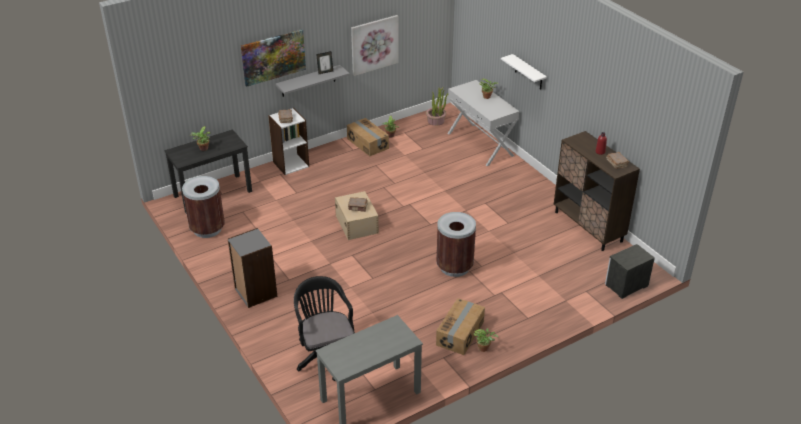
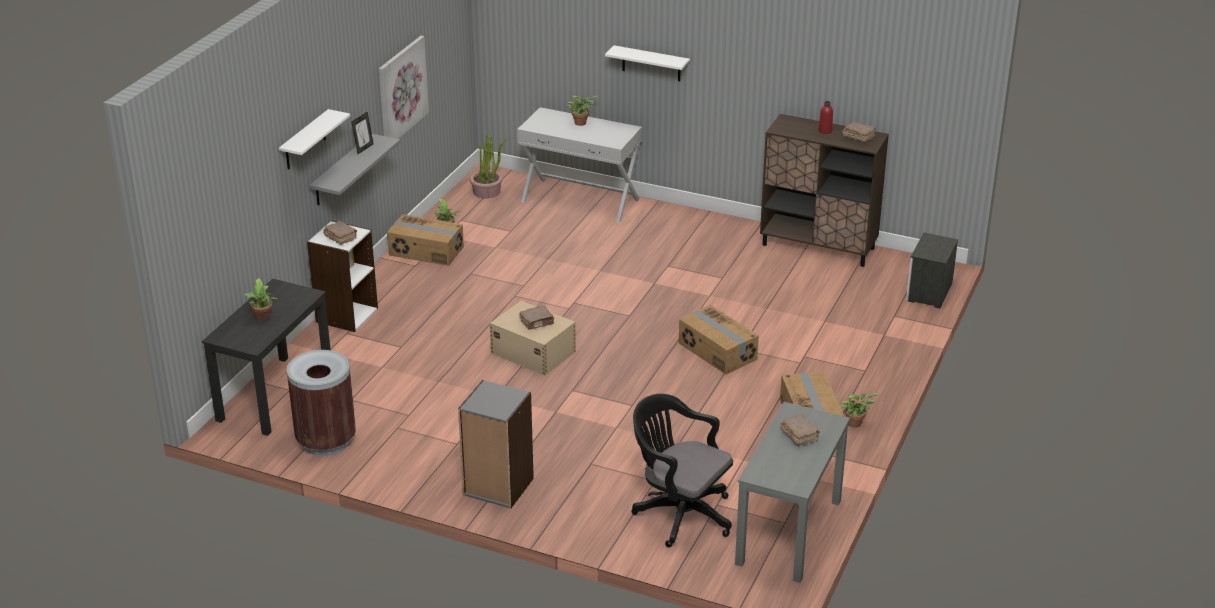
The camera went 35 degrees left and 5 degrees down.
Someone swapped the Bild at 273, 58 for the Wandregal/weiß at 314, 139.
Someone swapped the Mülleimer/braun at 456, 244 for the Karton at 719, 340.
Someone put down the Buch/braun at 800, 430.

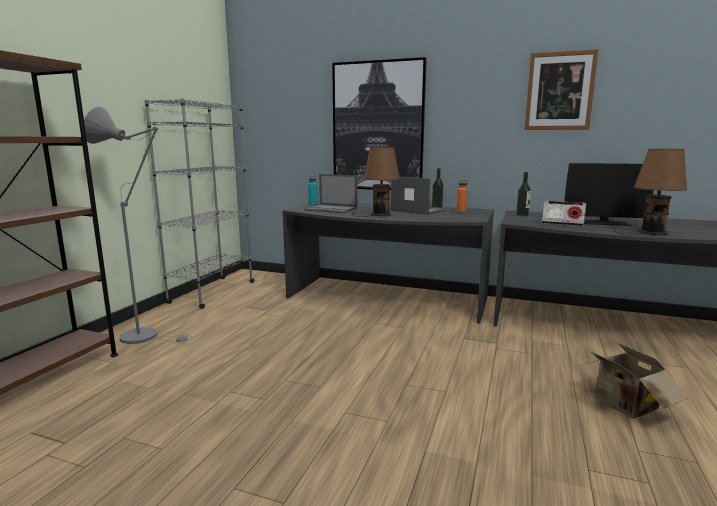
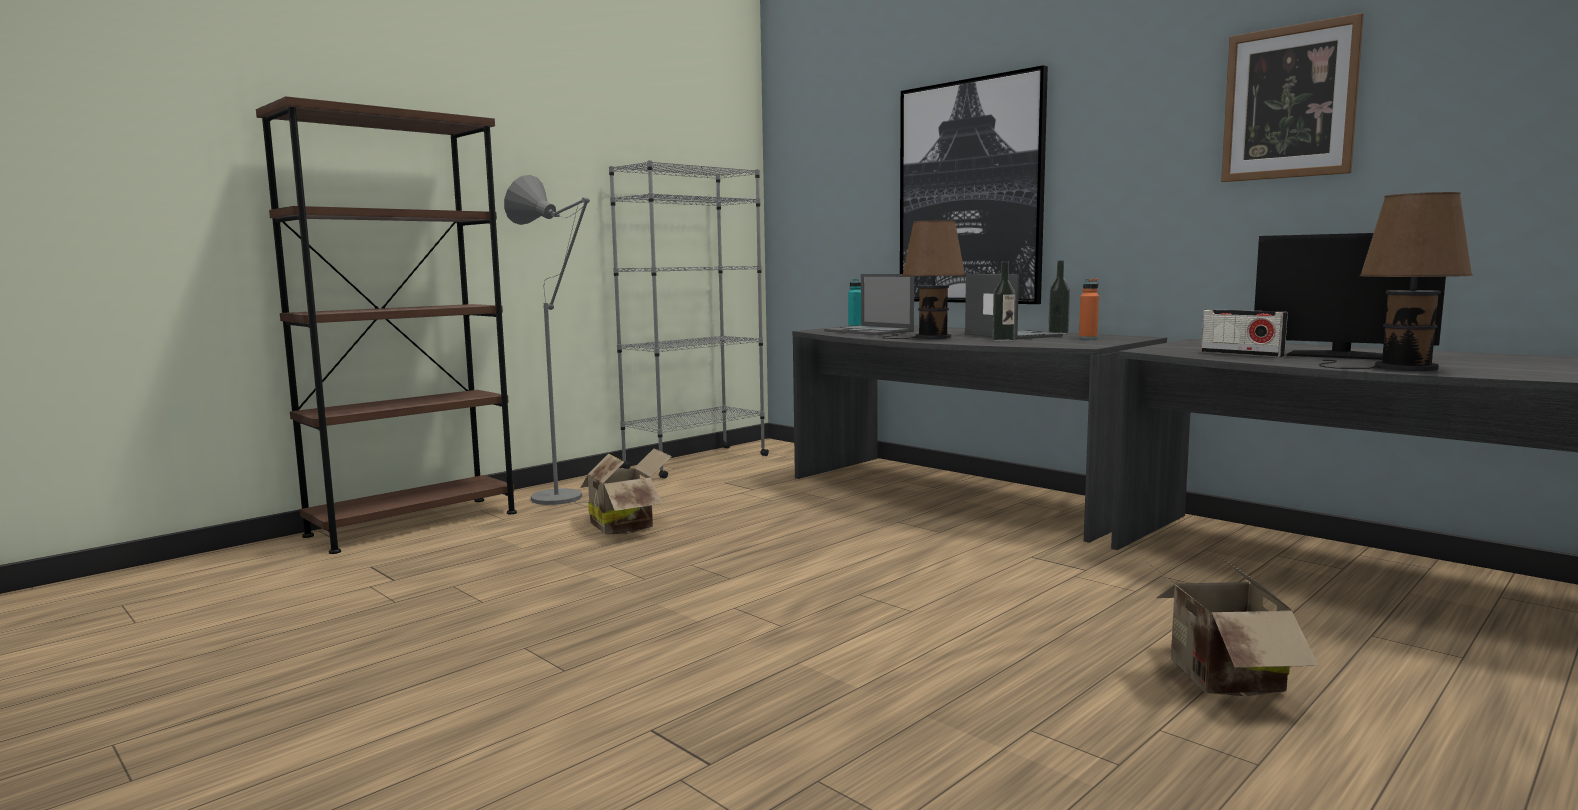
The camera went 25 degrees right and 5 degrees down.
Someone put down the Karton at 626, 491.
Someone carried the Flasche from 523, 195 to 1003, 301.

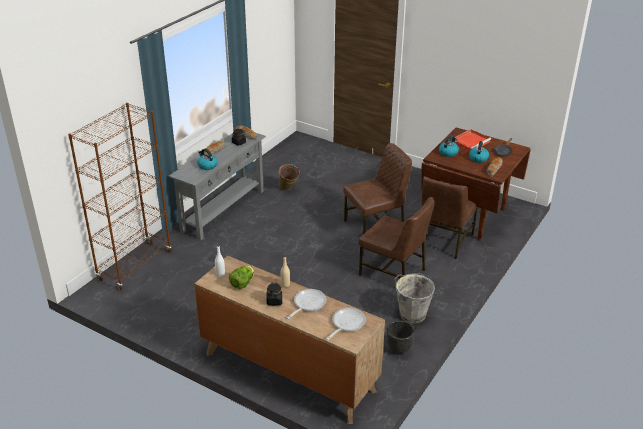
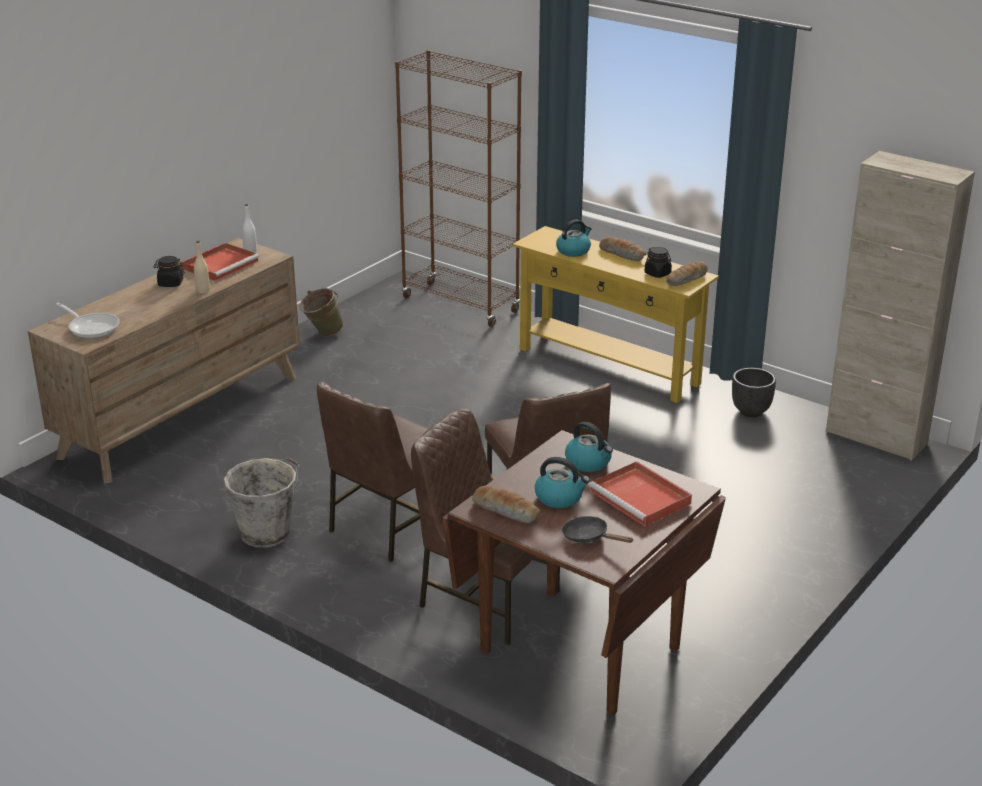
The camera went 95 degrees right and 5 degrees down.
Someone swapped the Salatkopf at 241, 277 for the Tablett/rot at 220, 262.
Someone carried the Eimer/grün from 289, 177 to 322, 312.
Someone repainted the Konsolentisch/grau at 217, 187, which became the Konsolentisch/gelb at 615, 314.
Someone carried the Pflanzkübel/schwarz from 400, 337 to 754, 392.
Someone put down the Schrank/beige at 900, 306.
Someone took away the Pfanne at 307, 304.

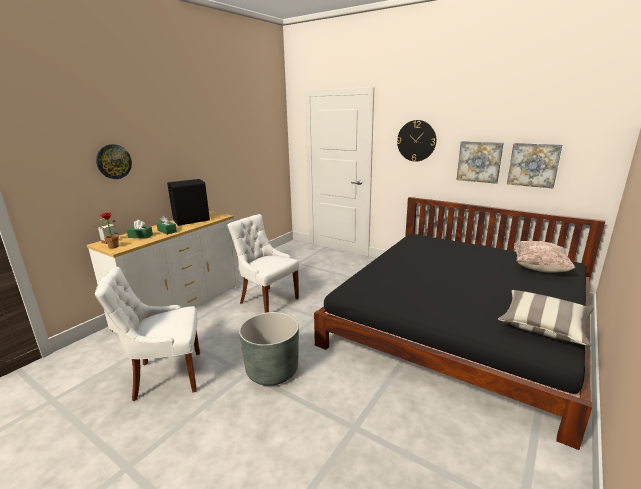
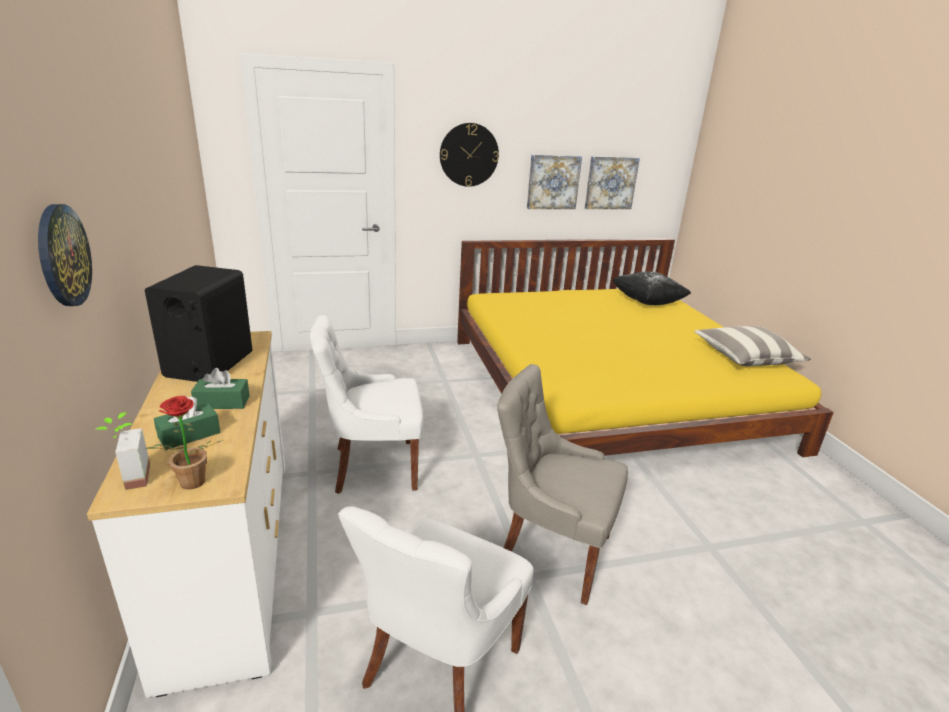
The camera went 50 degrees left and 5 degrees up.
Someone repainted the Bett/schwarz at 459, 323, which became the Bett/gelb at 645, 347.
Someone swapped the Pflanzkübel/grau at 269, 349 for the Stuhl/grau at 562, 484.
Someone repainted the Kissen/beige at 544, 257, which became the Kissen/schwarz at 651, 288.

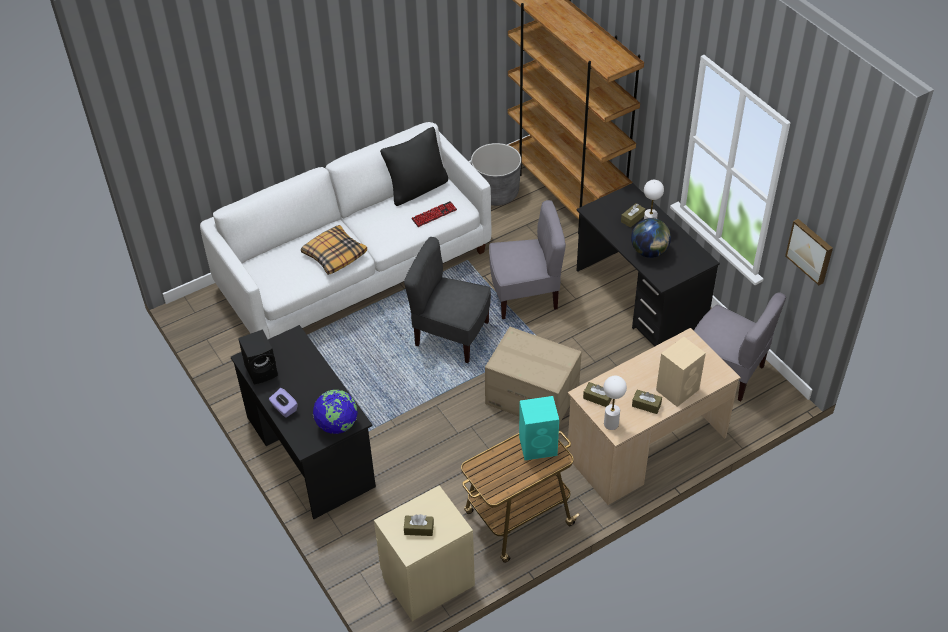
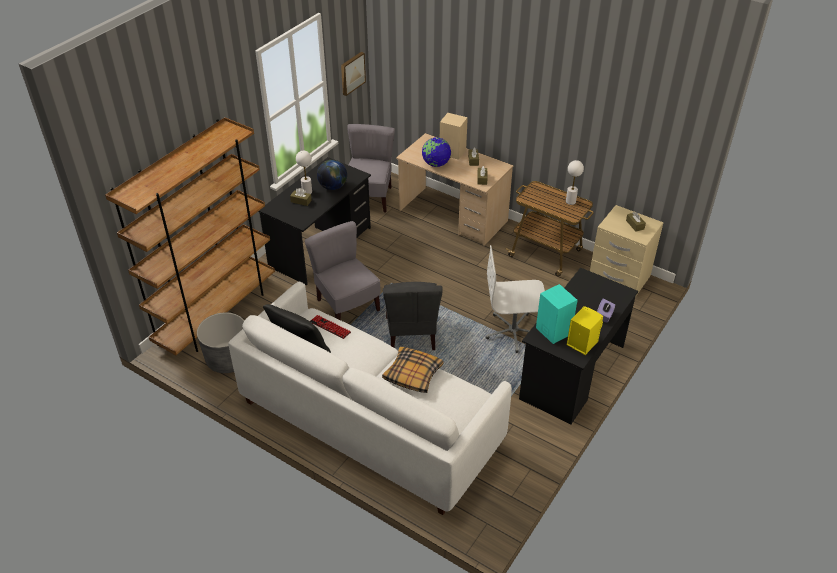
The camera went 115 degrees left and 5 degrees down.
Someone carried the Globus from 335, 412 to 436, 152.
Someone put down the Bürostuhl/weiß at 515, 299.
Someone carried the Lautsprecher/türkis from 539, 428 to 557, 314.
Someone carried the Tischlampe/weiß from 615, 403 to 575, 182.
Someone repainted the Lautsprecher/schwarz at 258, 357, which became the Lautsprecher/gelb at 585, 330.
Someone took away the Karton at 533, 375.

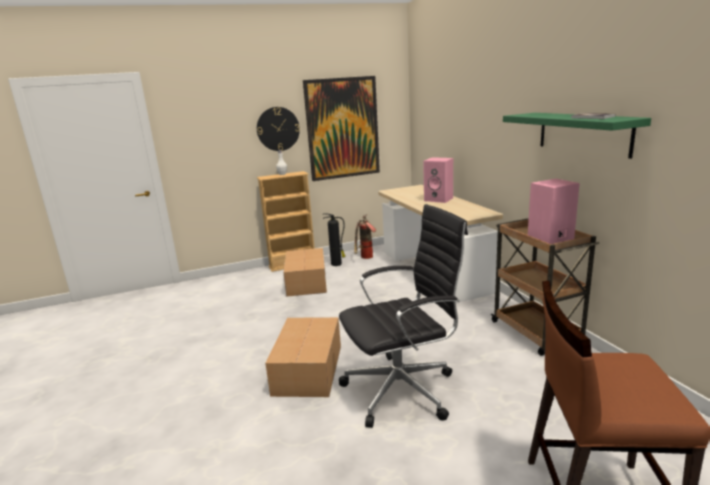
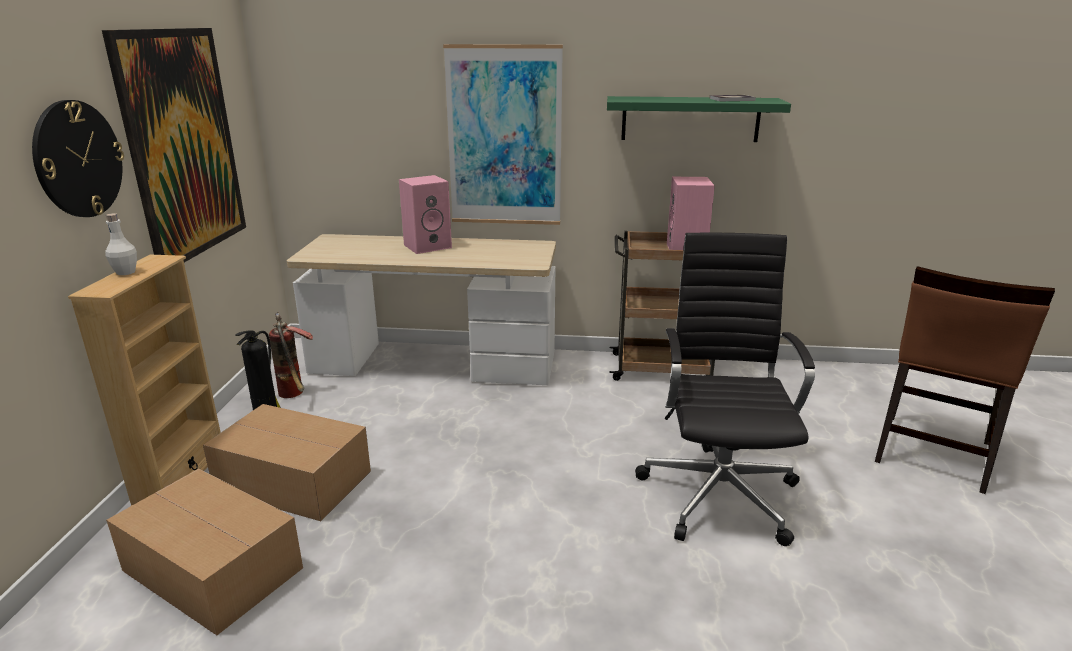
The camera went 65 degrees left and 5 degrees up.
Someone carried the Karton from 303, 357 to 204, 552.
Someone put up the Bild at 503, 134.

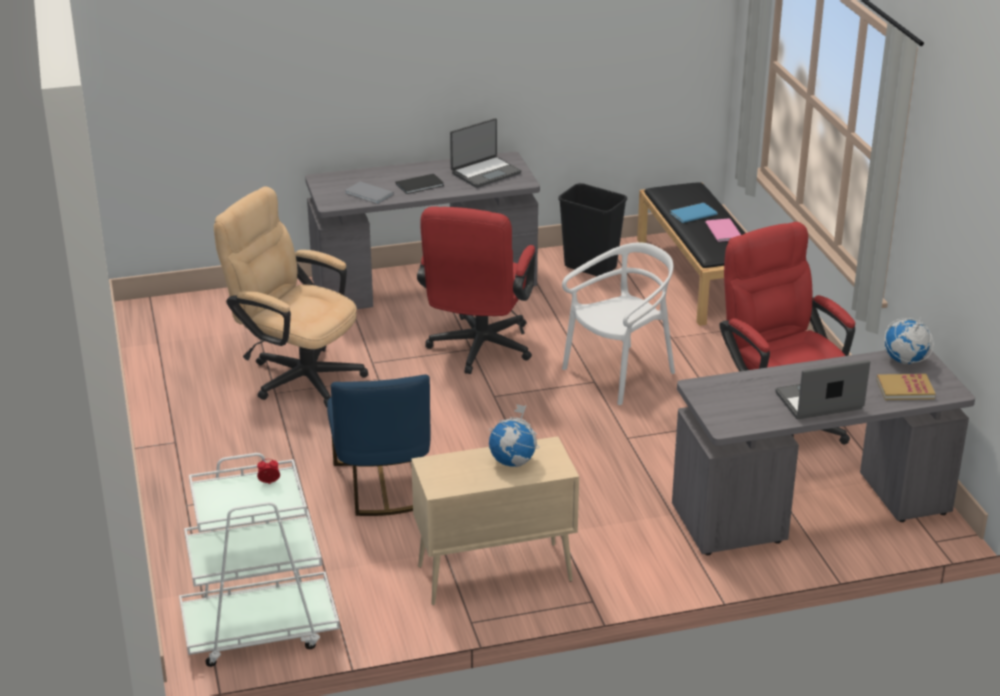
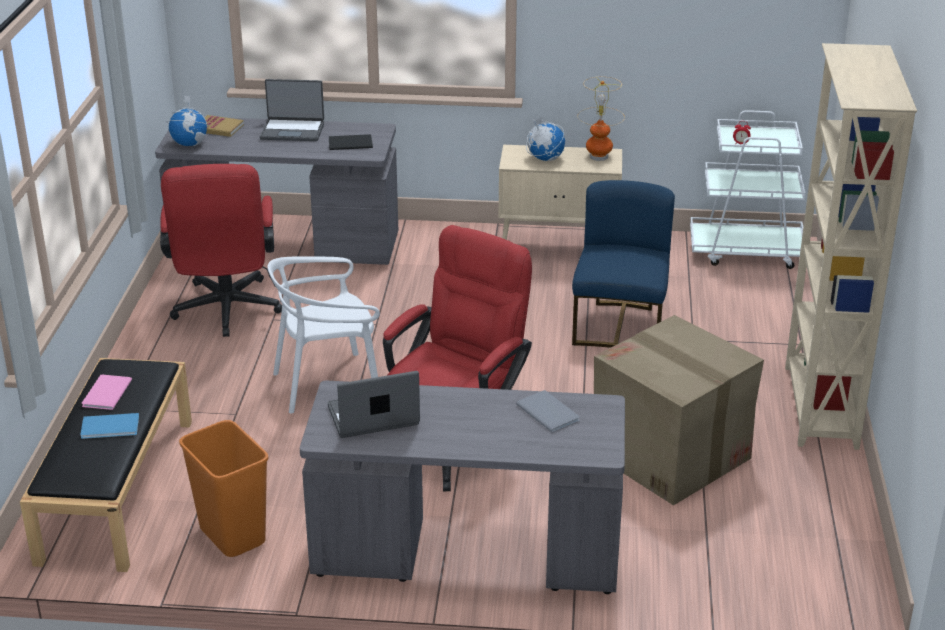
The camera went 160 degrees left and 0 degrees up.
Someone repainted the Mülleimer/schwarz at 592, 229, which became the Mülleimer/orange at 224, 488.
Someone carried the Buch/schwarz from 419, 184 to 351, 142.
Someone put down the Tischlampe at 601, 118.
Someone swapped the Bürostuhl/beige at 291, 297 for the Karton at 679, 410.
Someone put down the Bücherregal/beige at 851, 246.

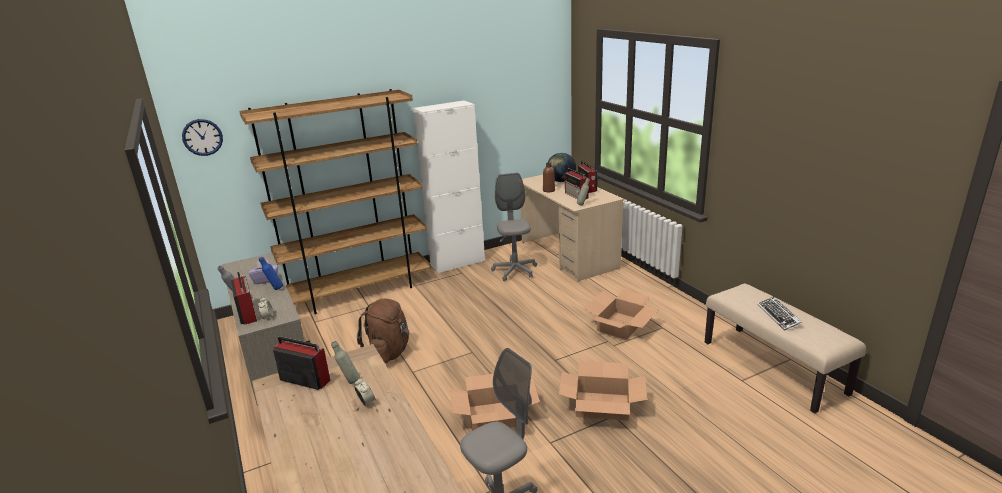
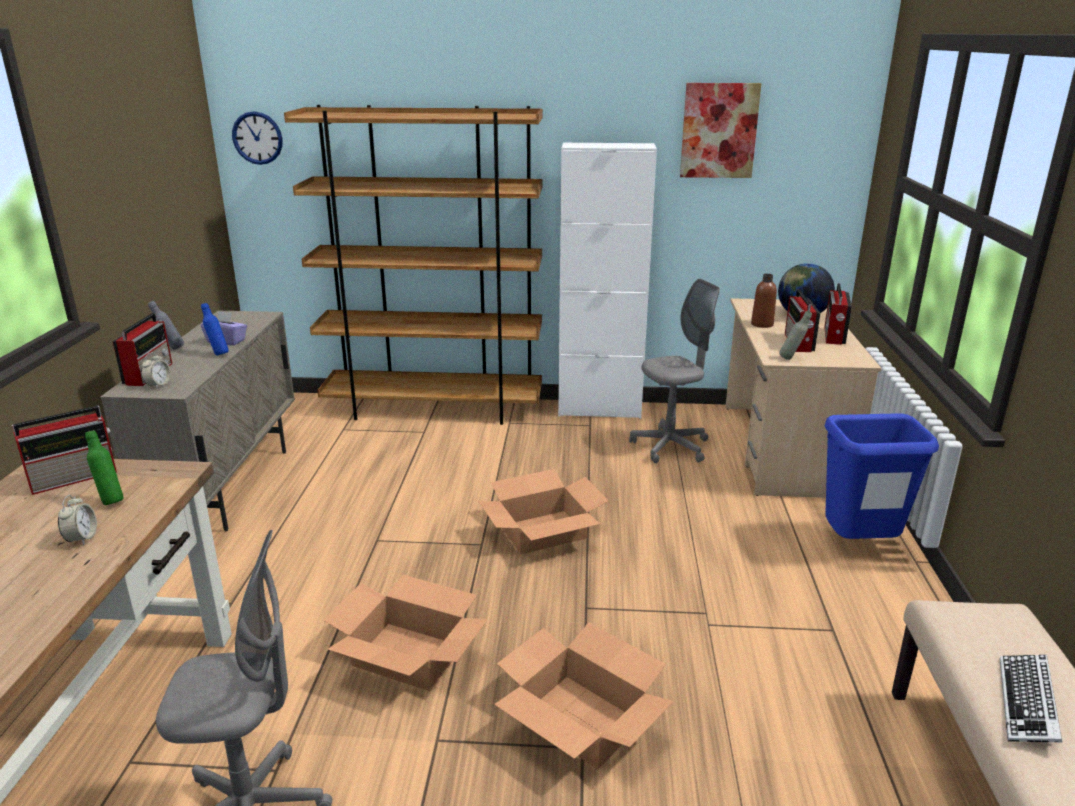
The camera went 30 degrees right and 0 degrees up.
Someone rotated the Radio at 301, 363 by 90 degrees clockwise.
Someone repainted the Flasche/grau at 345, 362, which became the Flasche/grün at 104, 467.
Someone carried the Karton from 622, 314 to 543, 511.
Someone rotated the Bürostuhl/grau at 514, 227 by 45 degrees clockwise.
Someone put up the Bild at 720, 130.
Someone put down the Mülleimer/blau at 882, 476.
Someone took away the Rucksack/braun at 383, 331.

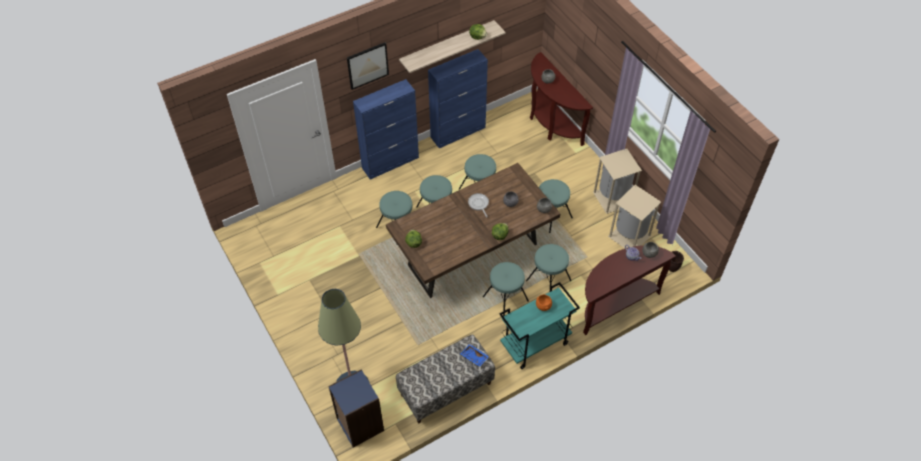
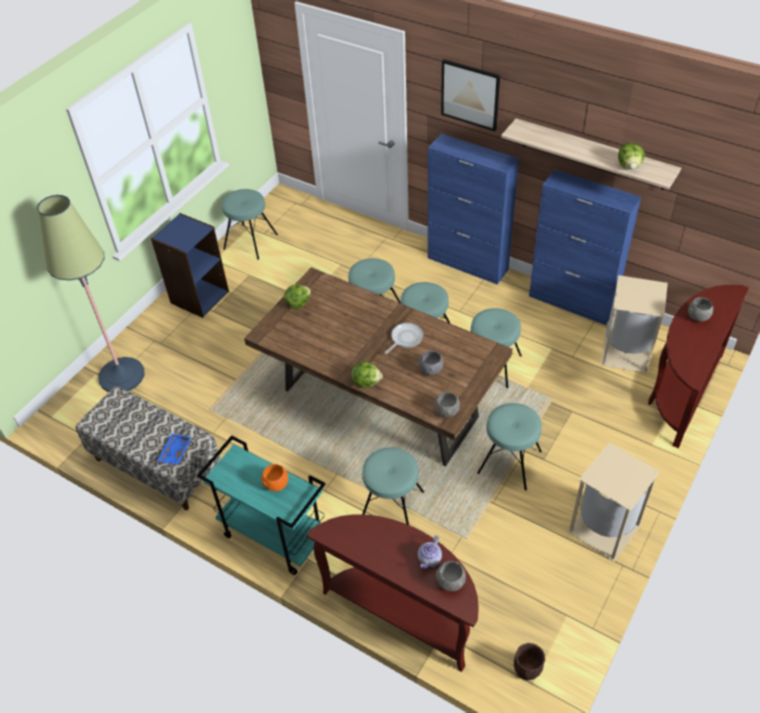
The camera went 65 degrees right and 5 degrees down.
Someone carried the Bücherregal/blau from 356, 408 to 190, 265.
Someone carried the Hocker/türkis from 506, 289 to 250, 224.
Someone carried the Mülleimer/beige from 634, 216 to 634, 324.

